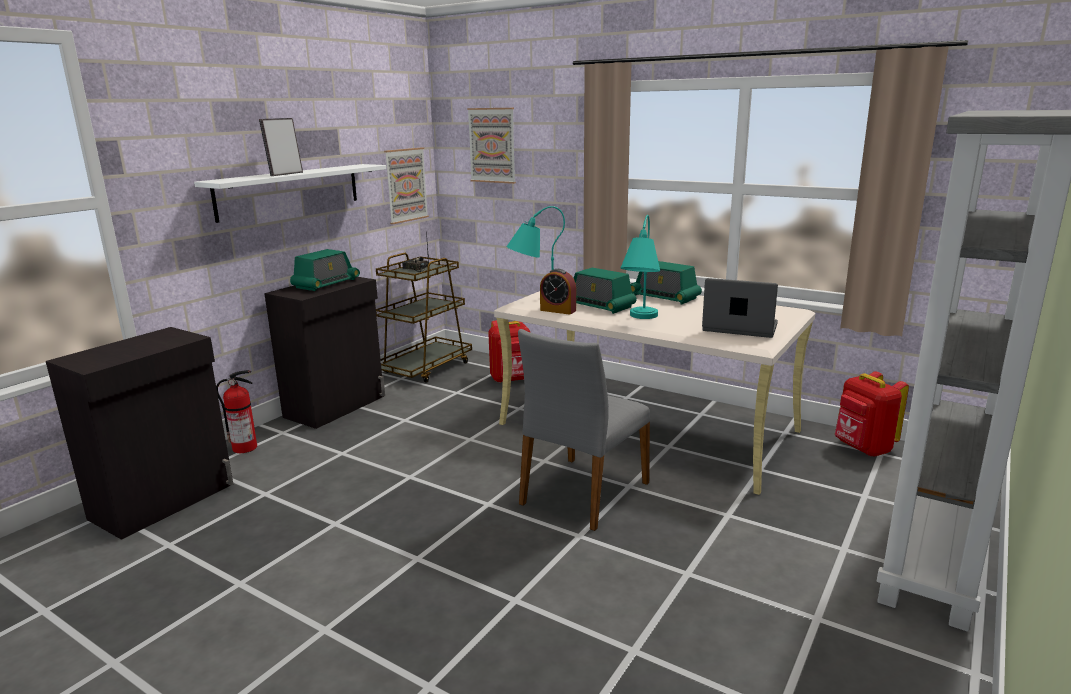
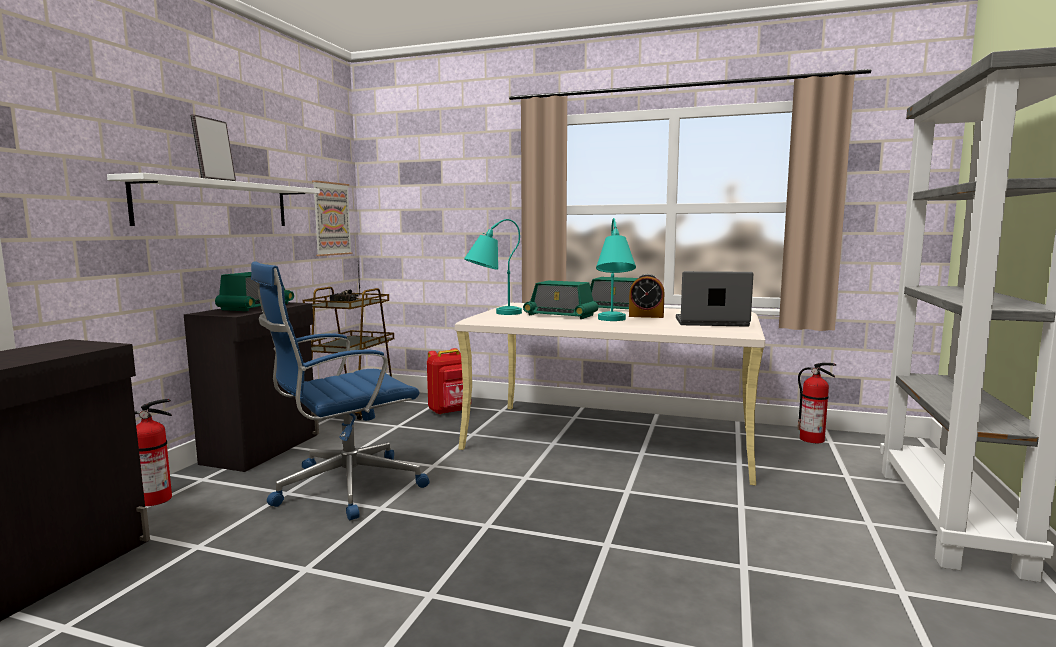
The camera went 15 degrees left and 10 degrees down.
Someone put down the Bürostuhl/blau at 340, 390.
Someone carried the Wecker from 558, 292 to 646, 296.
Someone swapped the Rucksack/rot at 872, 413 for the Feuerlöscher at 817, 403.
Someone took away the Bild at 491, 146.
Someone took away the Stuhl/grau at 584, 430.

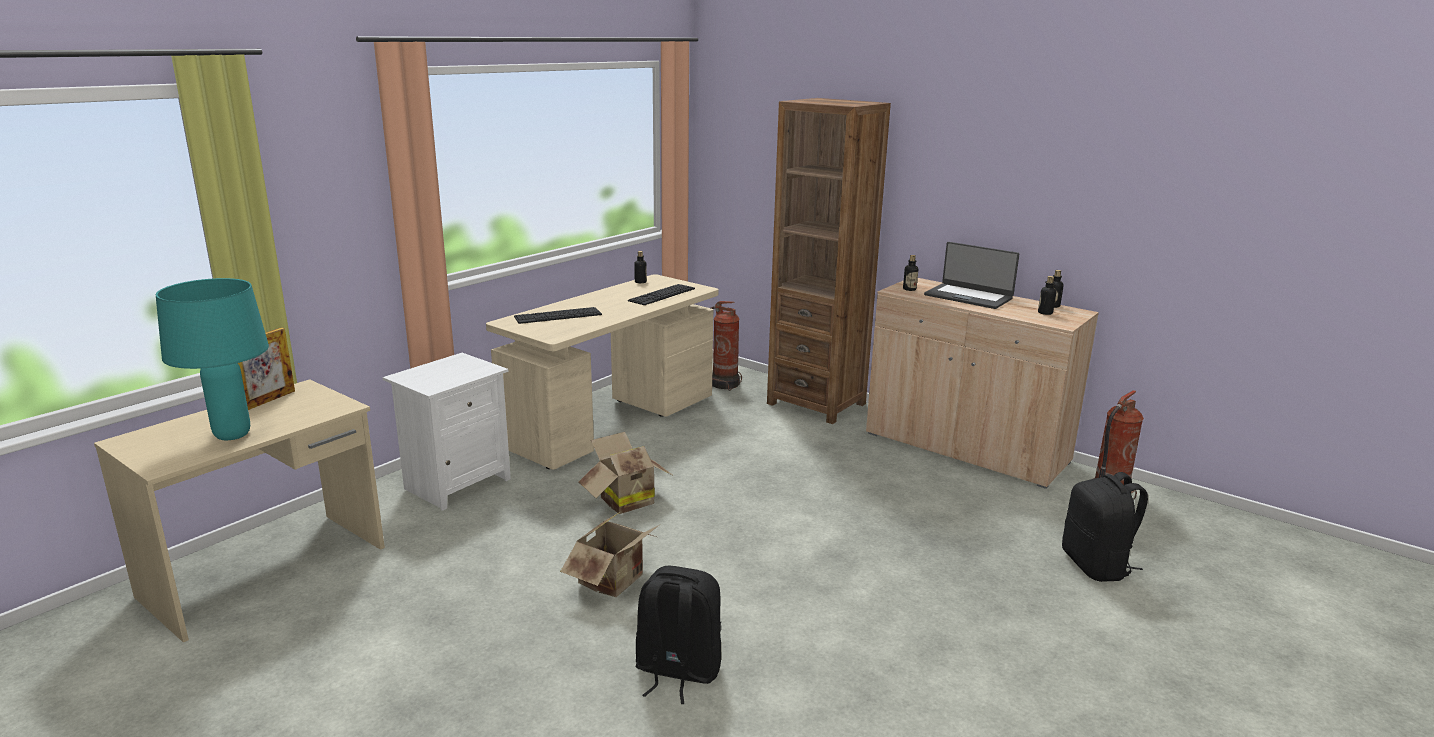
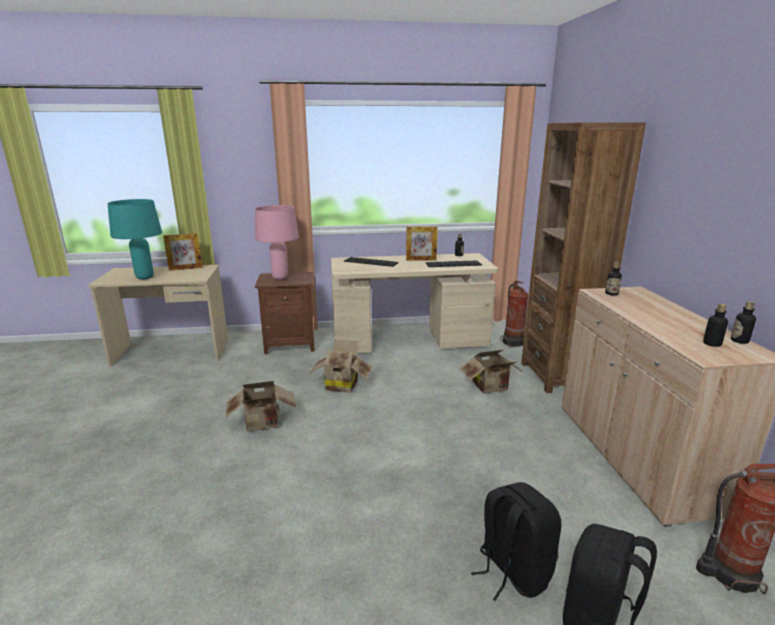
The camera went 45 degrees right and 0 degrees up.
Someone put down the Tischlampe/rosa at 277, 242.
Someone repainted the Nachttisch/weiß at 447, 432, which became the Nachttisch/braun at 285, 313.
Someone put down the Bilderrahmen at 422, 243.
Someone put down the Karton at 491, 372.
Someone carried the Rucksack/schwarz from 678, 635 to 516, 541.
Someone took away the Laptop at 971, 275.

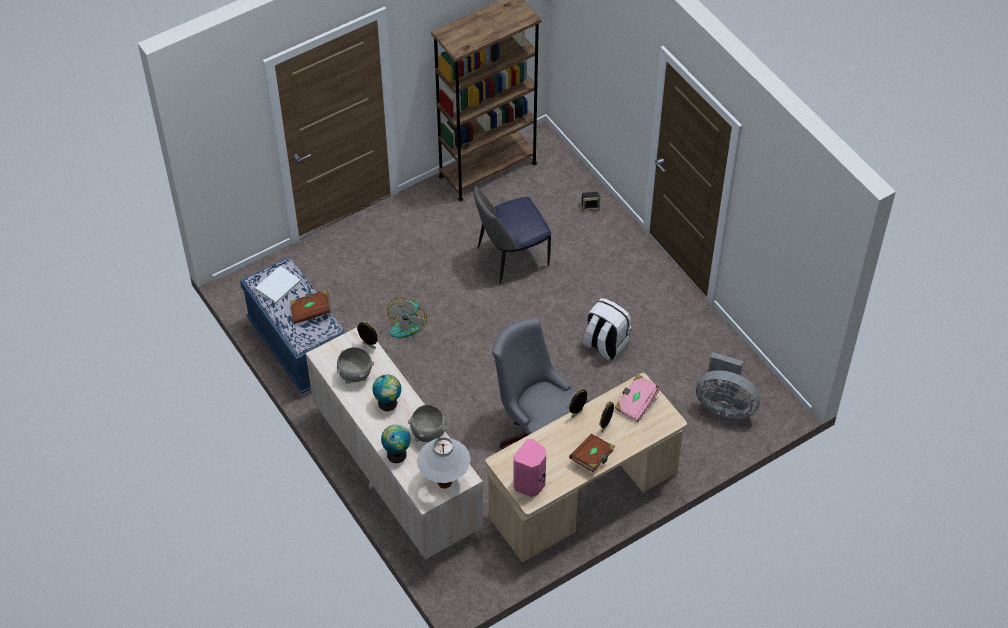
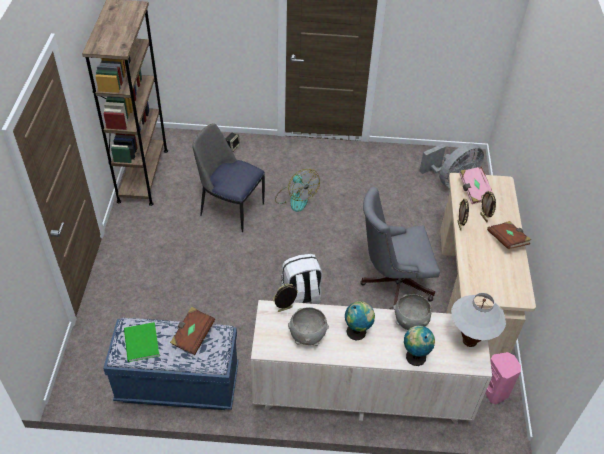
The camera went 55 degrees left and 5 degrees down.
Someone repainted the Buch/weiß at 278, 285, which became the Buch/grün at 142, 342.
Someone rotated the Stuhl at 512, 235 by 105 degrees clockwise.
Someone carried the Ventilator from 407, 317 to 297, 190.
Someone carried the Rucksack/weiß from 606, 329 to 302, 279.
Someone carried the Lautsprecher/rosa from 529, 468 to 503, 378.

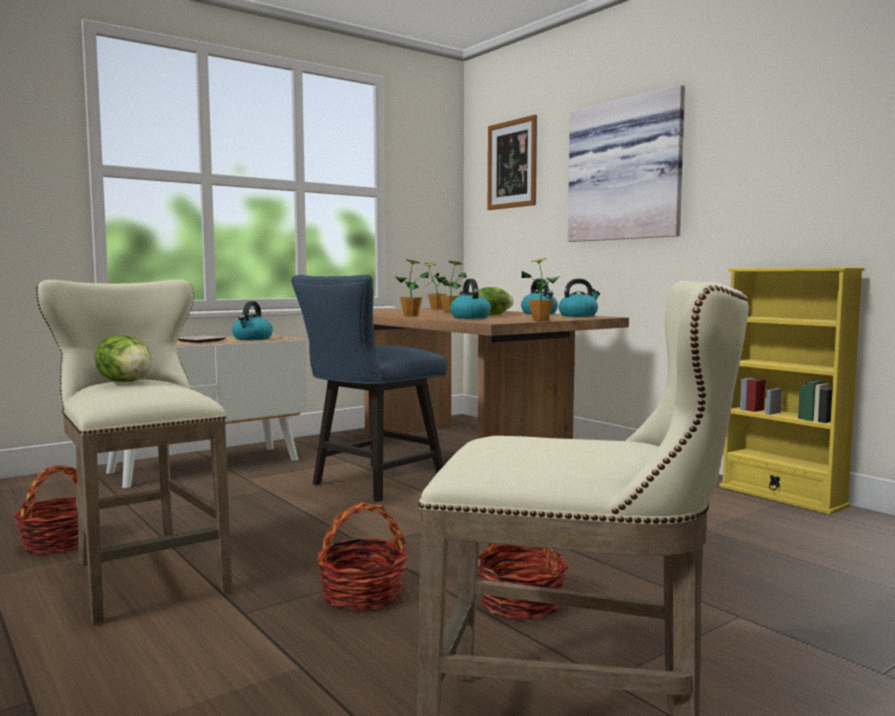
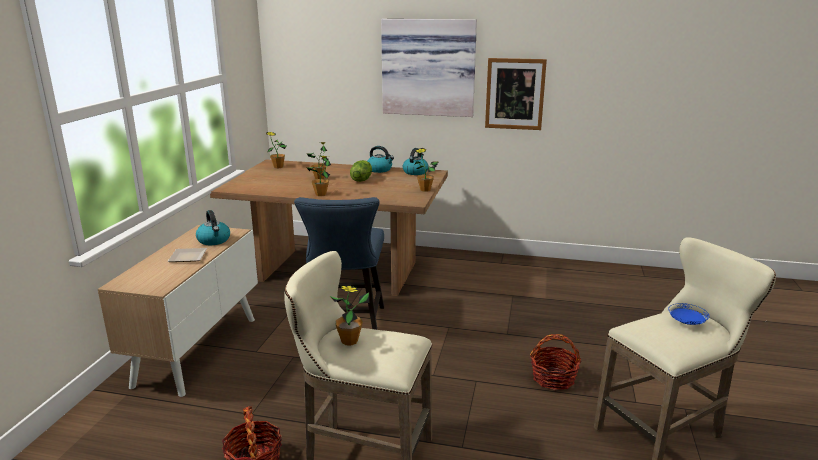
The camera went 40 degrees left and 15 degrees up.
Someone swapped the Salatkopf at 123, 358 for the Topfpflanze at 349, 315.
Someone carried the Bild from 512, 162 to 516, 94.
Someone put down the Teller/blau at 688, 314.
Someone took away the Korb at 362, 556.
Someone took away the Wasserkessel at 470, 299.
Someone took away the Bücherregal/gelb at 792, 391.

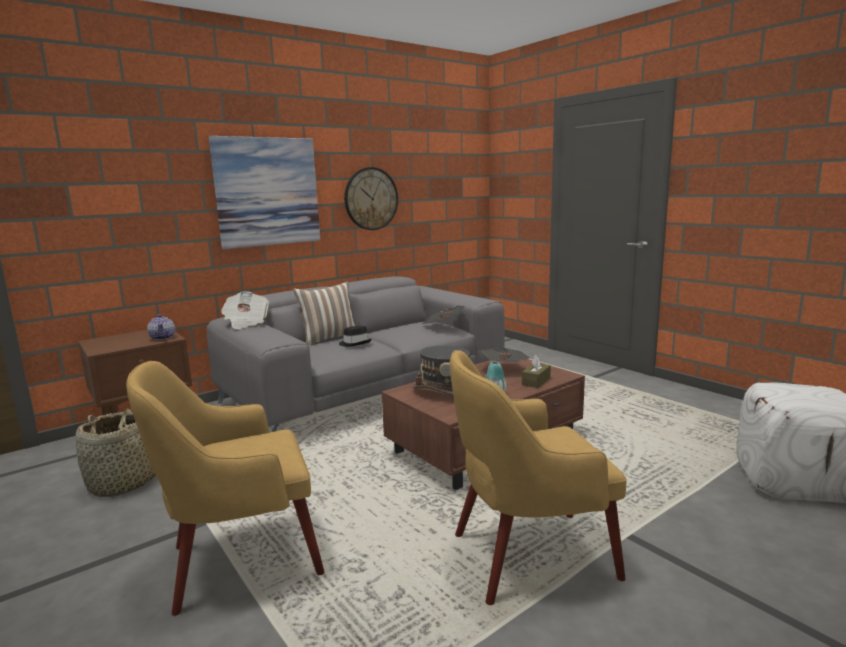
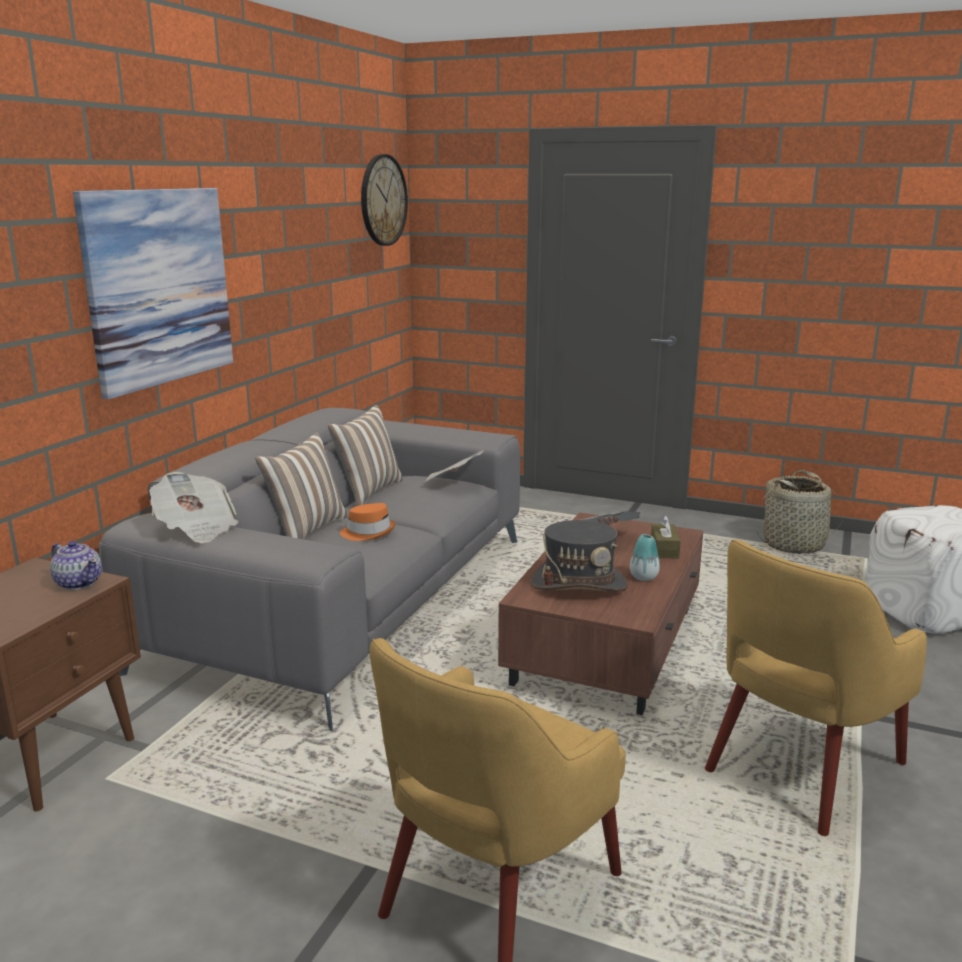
The camera went 30 degrees left and 5 degrees up.
Someone put down the Kissen at 365, 455.
Someone repainted the Hut/schwarz at 355, 336, which became the Hut/orange at 368, 522.
Someone carried the Wanduhr from 371, 198 to 384, 200.
Someone carried the Korb from 115, 453 to 801, 512.

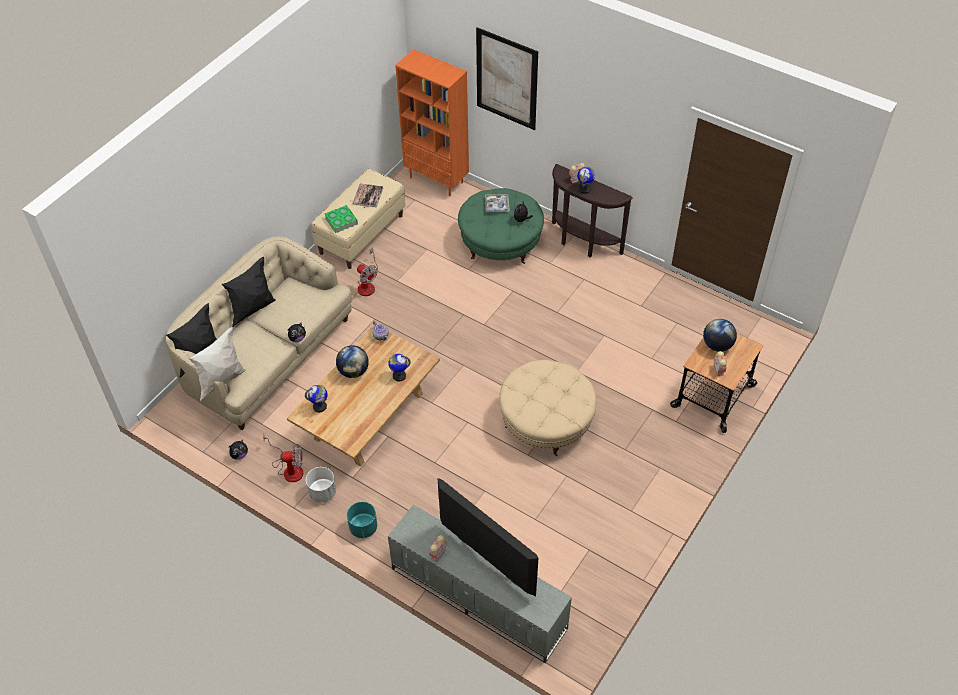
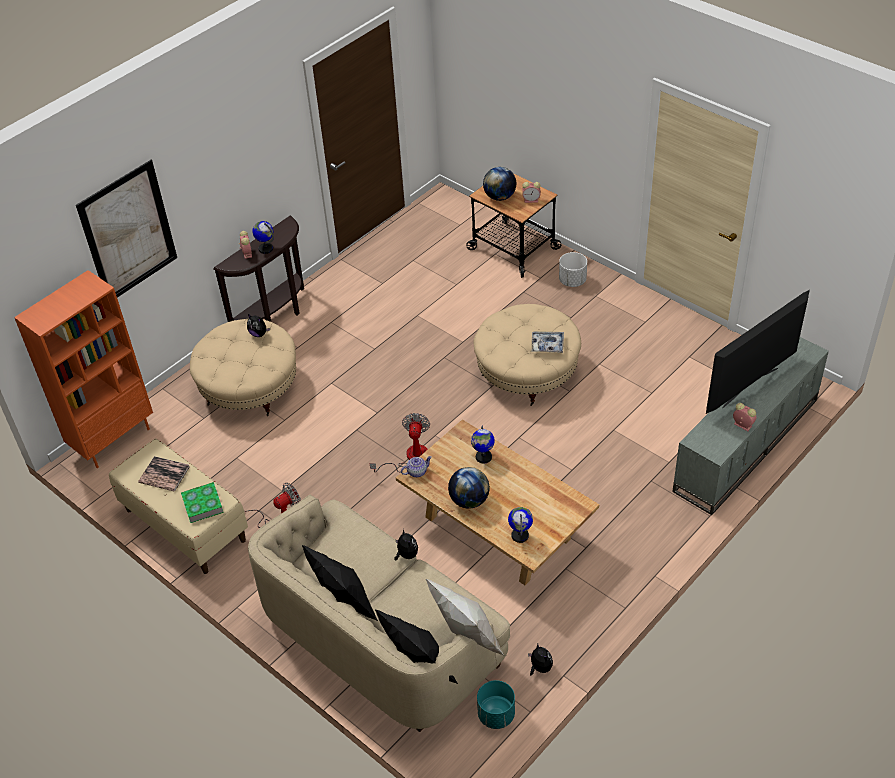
The camera went 80 degrees left and 5 degrees down.
Someone repainted the Polsterhocker/grün at 501, 226, which became the Polsterhocker/beige at 243, 367.
Someone carried the Ventilator from 283, 458 to 400, 443.
Someone carried the Pflanzkübel/türkis from 362, 520 to 496, 704.
Someone carried the Tablett from 497, 203 to 547, 342.
Someone carried the Pflanzkübel/weiß from 321, 485 to 573, 269.

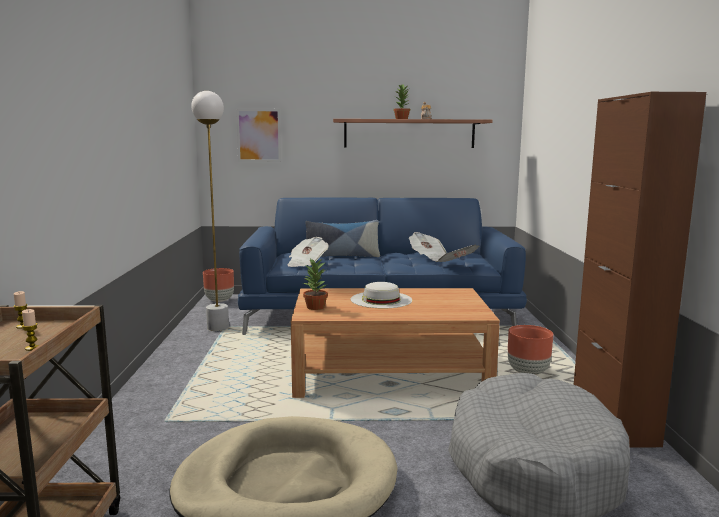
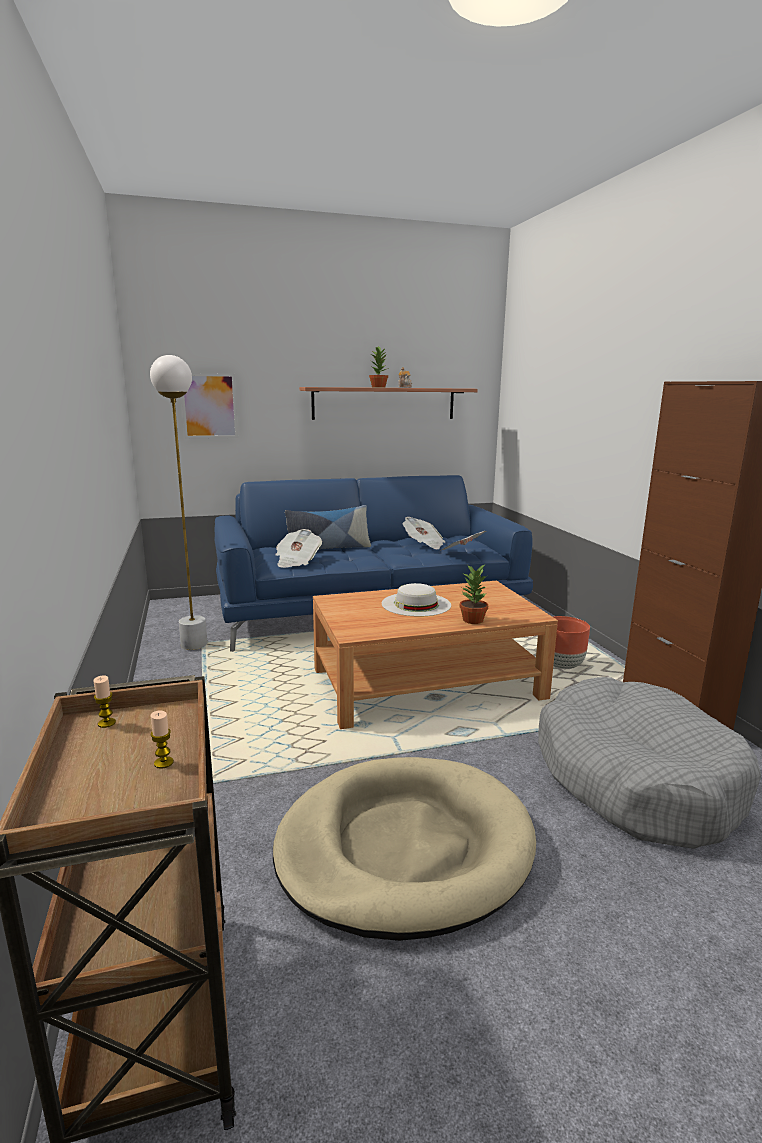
The camera went 15 degrees left and 5 degrees up.
Someone carried the Topfpflanze from 315, 284 to 474, 594.
Someone took away the Pflanzkübel/braun at 218, 285.

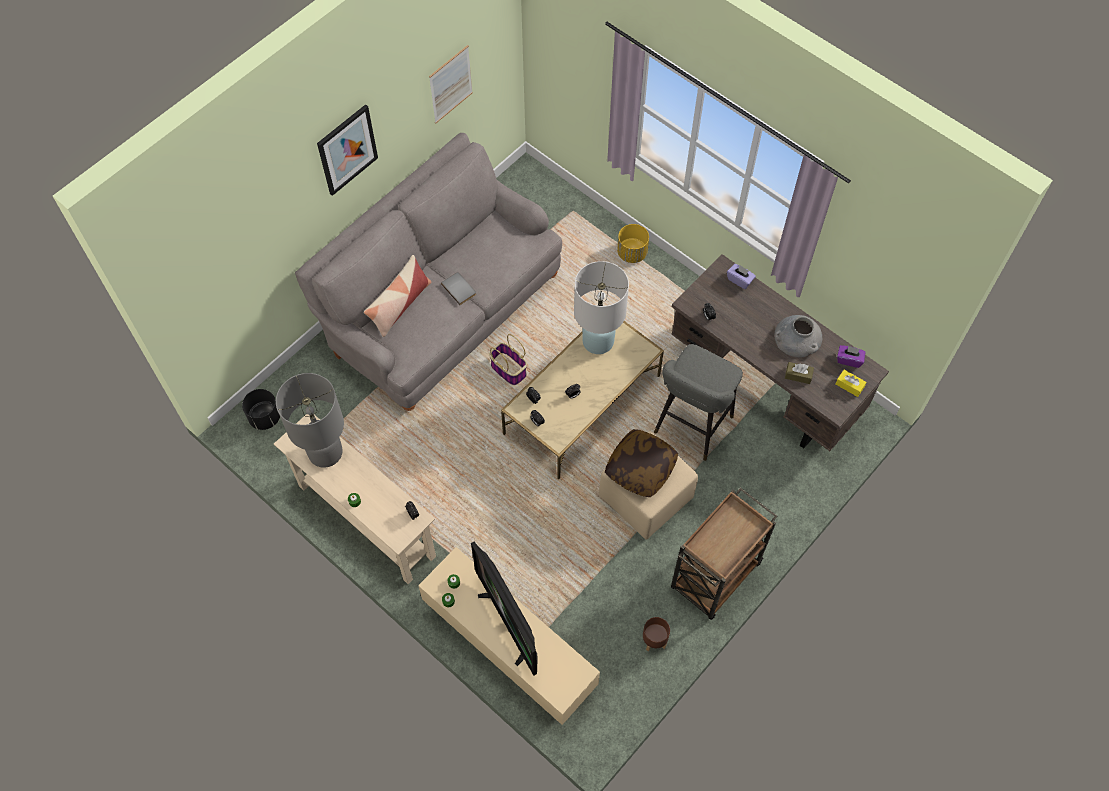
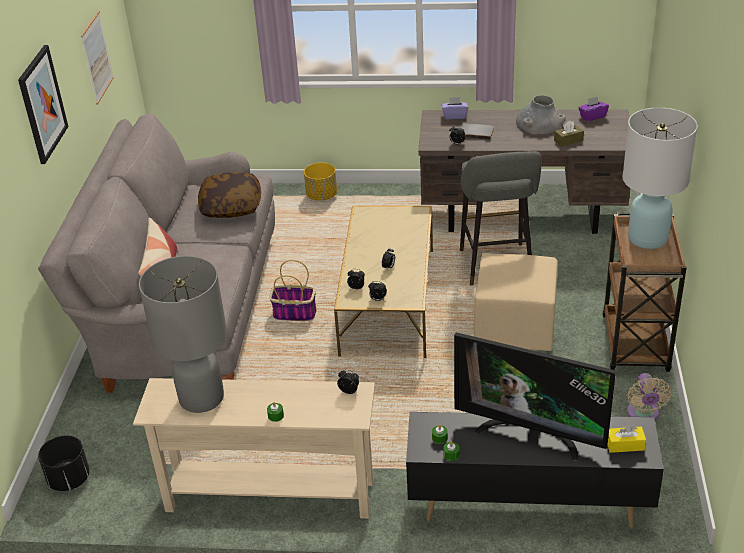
The camera went 35 degrees left and 25 degrees down.
Someone carried the Kissen from 641, 463 to 229, 195.
Someone repainted the Fernsehschrank/beige at 509, 636, which became the Fernsehschrank/schwarz at 535, 470.
Someone carried the Buch/grau from 458, 288 to 477, 131.
Someone carried the Taschentuchbox/gelb from 851, 383 to 626, 438.
Someone carried the Tischlampe/weiß from 601, 307 to 660, 178.
Someone swapped the Pflanzkübel/braun at 656, 634 for the Ventilator/beige at 649, 396.

